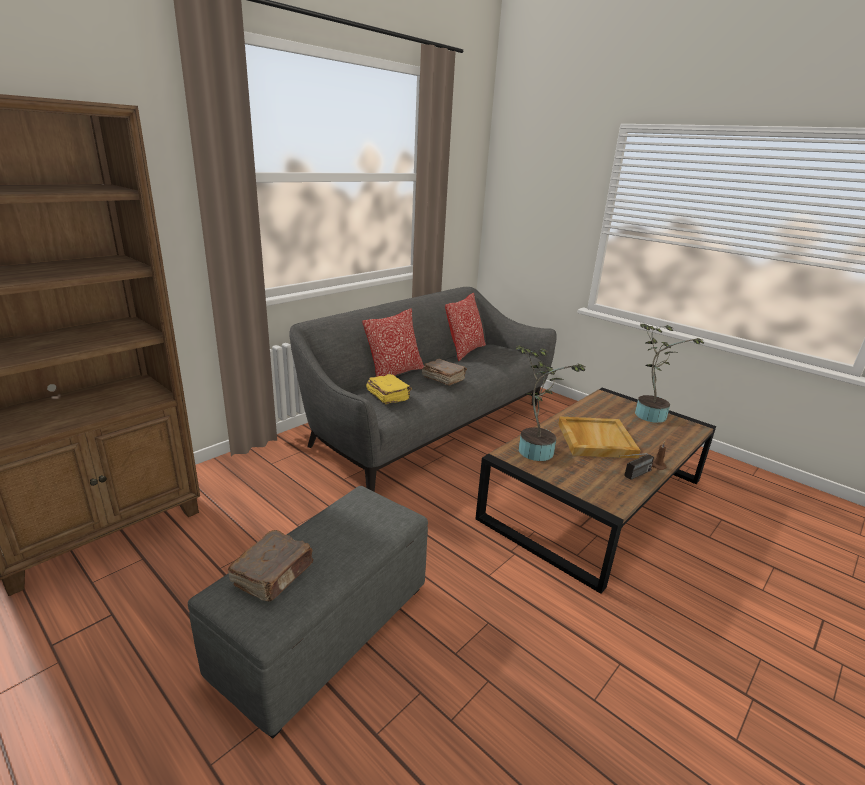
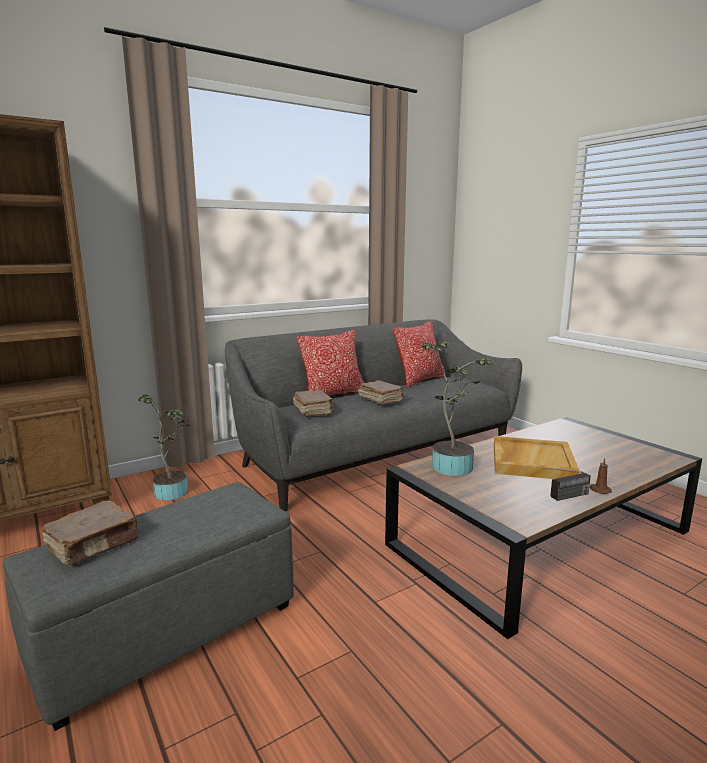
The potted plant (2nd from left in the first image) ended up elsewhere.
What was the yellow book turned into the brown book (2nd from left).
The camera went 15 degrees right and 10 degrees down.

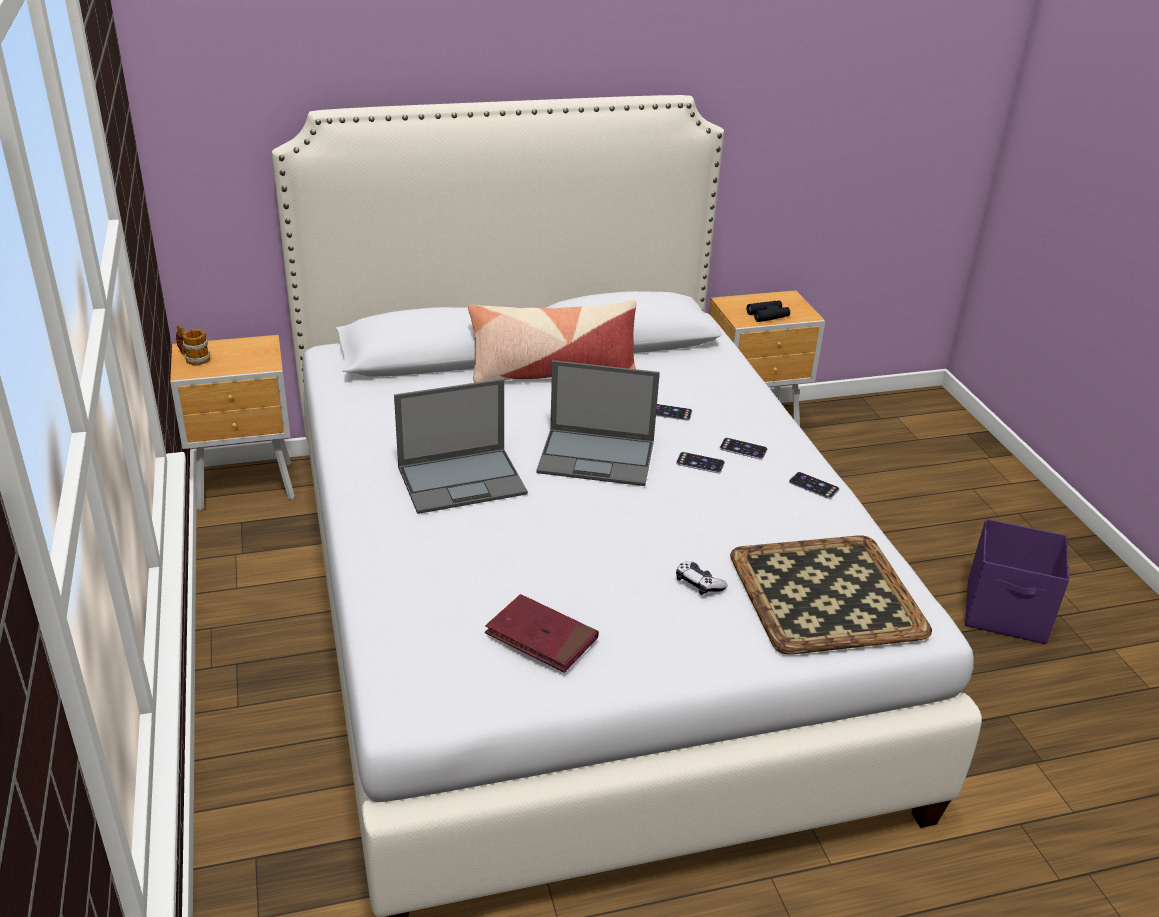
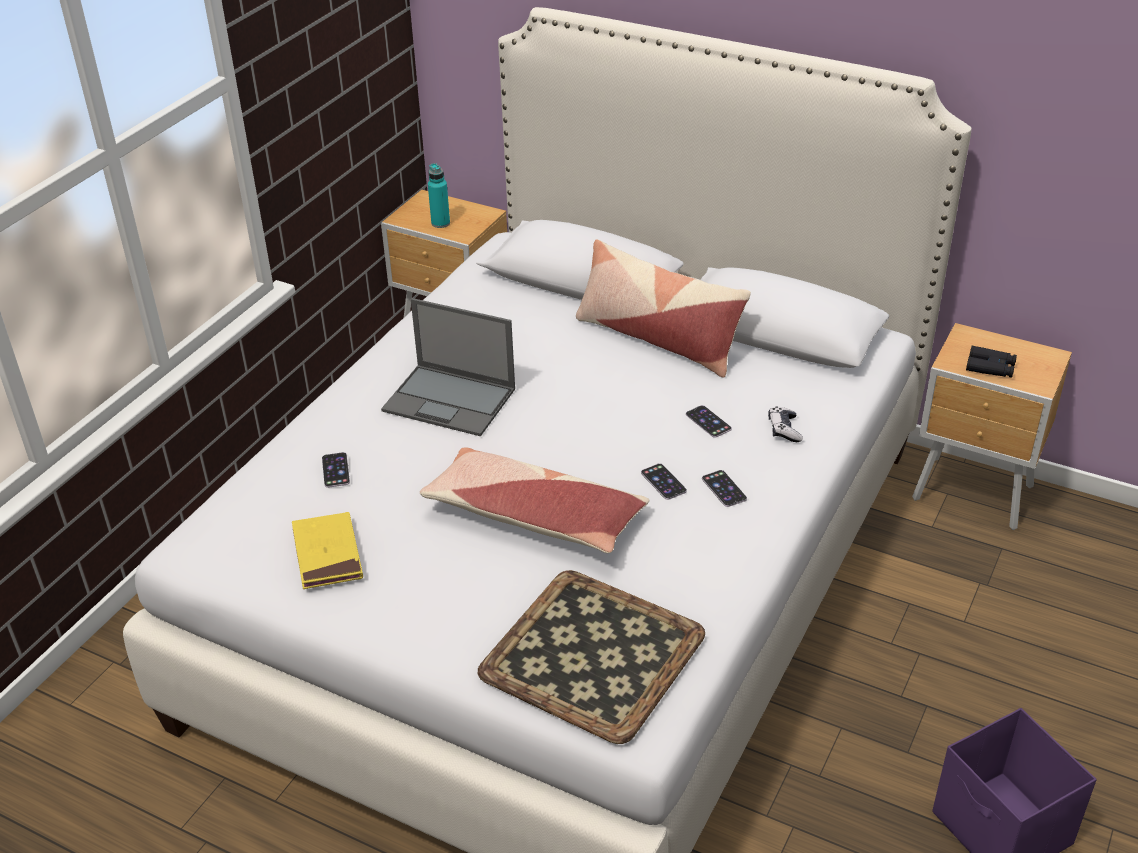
The second view lost the mug.
The second view lost the laptop (2nd from left).
The second view gained the pillow (1st from left).
The second view gained the turquoise bottle.
The game controller ended up elsewhere.
The phone (4th from left in the first image) ended up elsewhere.
What was the red book turned into the yellow book.
The camera went 45 degrees right and 5 degrees up.

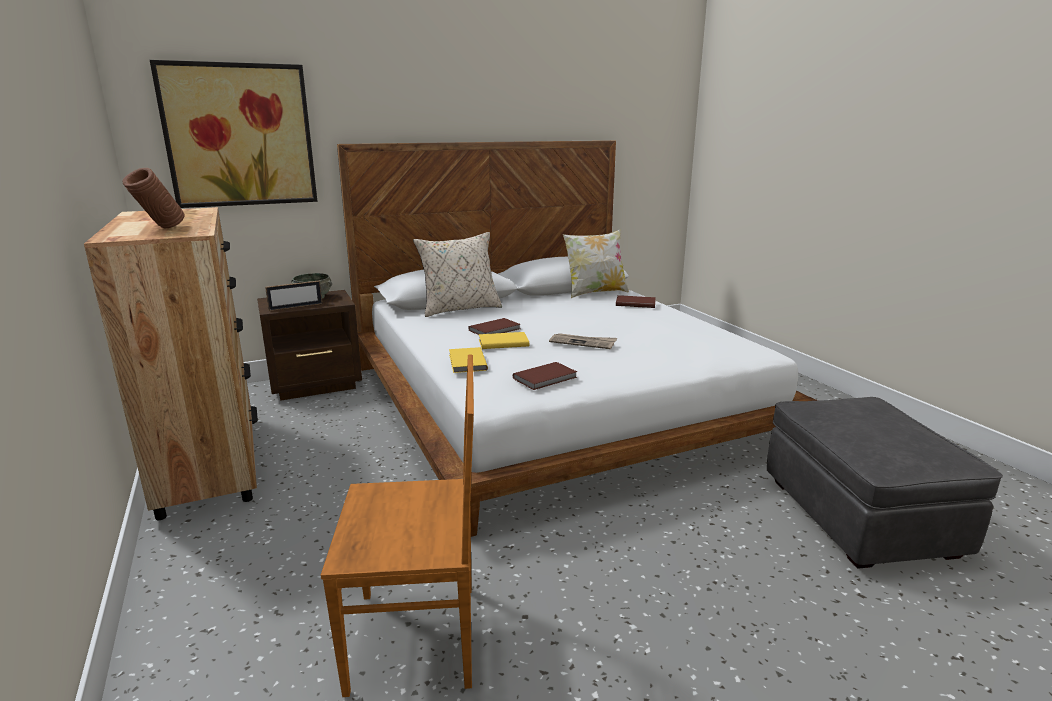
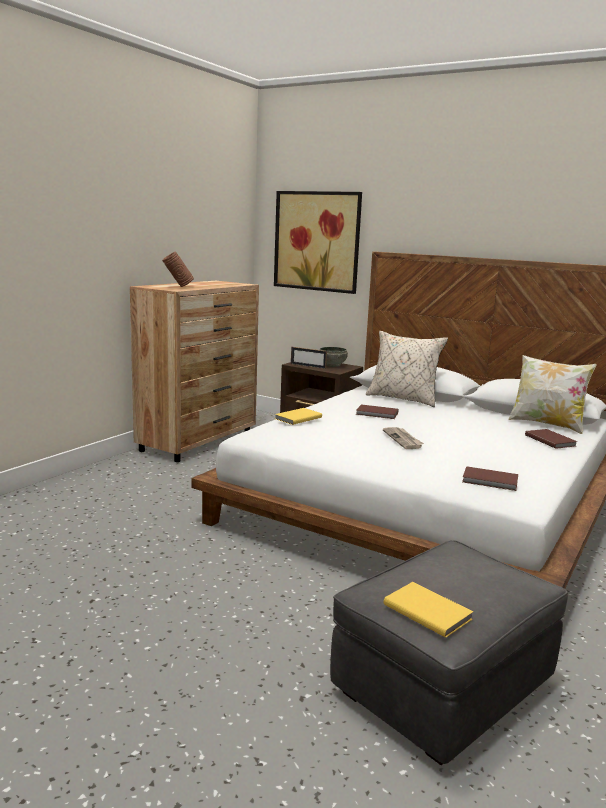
The second view lost the brown chair.
The yellow book (2nd from left) ended up elsewhere.
The brown book (2nd from left) ended up elsewhere.
The camera went 55 degrees right and 5 degrees down.

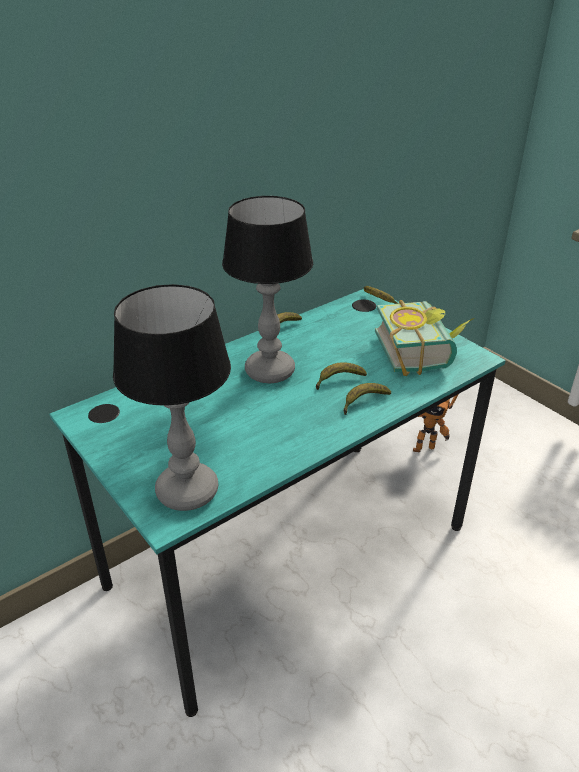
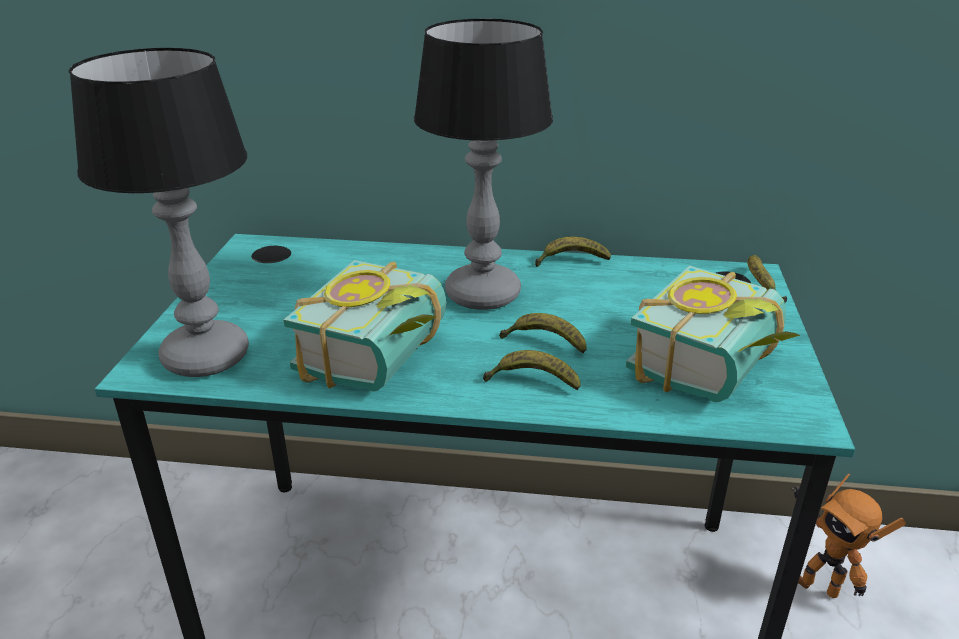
The second view gained the book (1st from left).
The camera went 45 degrees right and 5 degrees down.

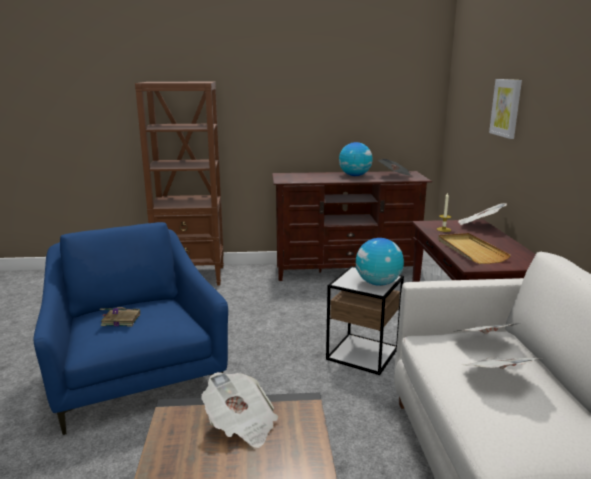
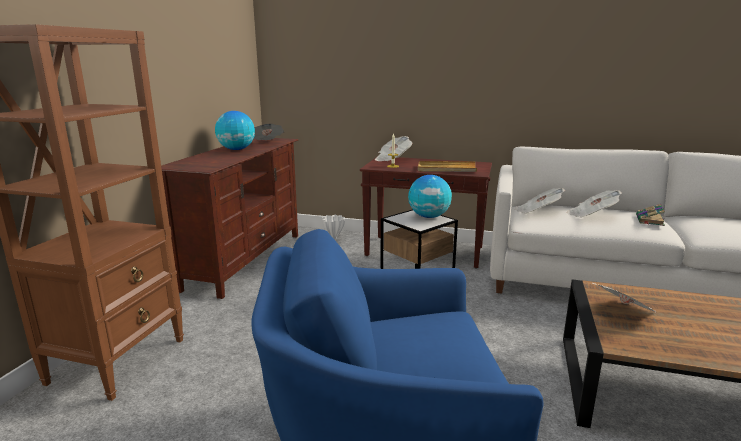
The second view lost the picture.
The book ended up elsewhere.
The camera went 70 degrees left and 0 degrees up.

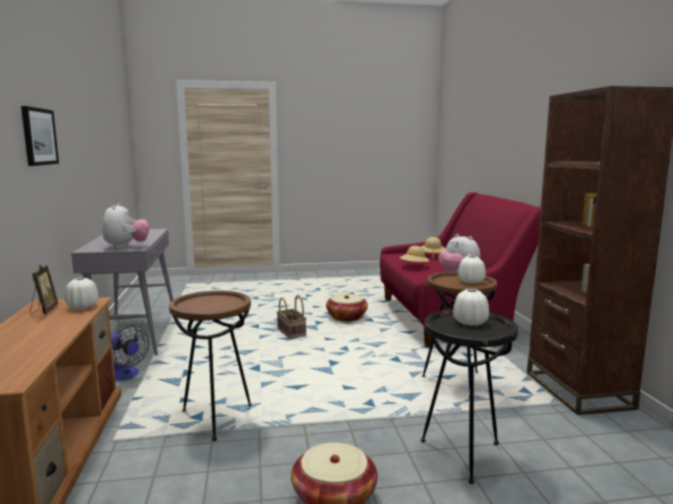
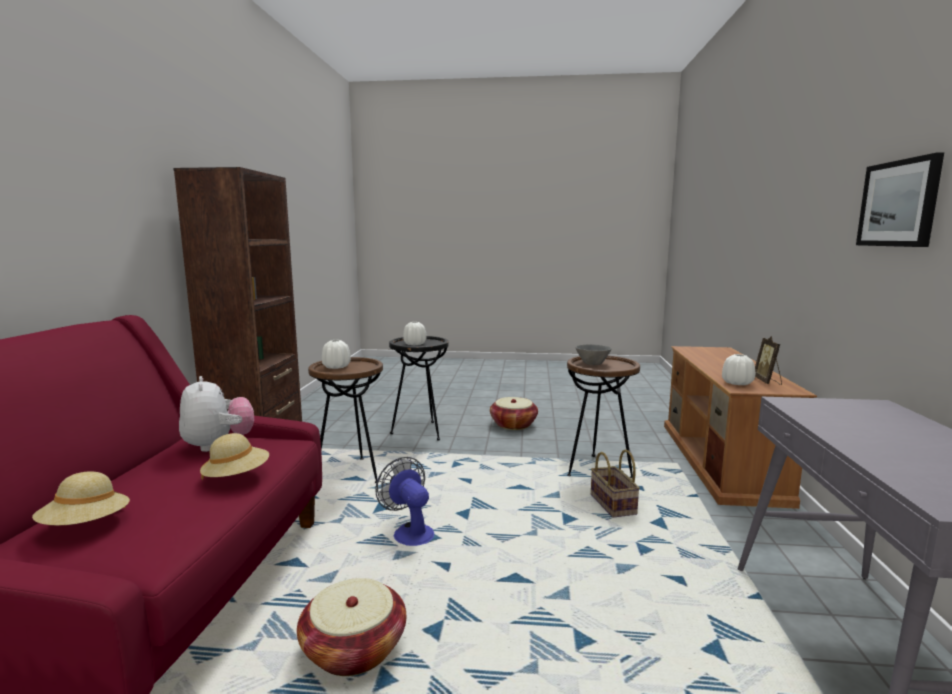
The second view lost the plush toy (1st from left).
The second view gained the grey bowl.
The fan ended up elsewhere.
The basket (1st from left in the first image) ended up elsewhere.
The camera went 165 degrees left and 0 degrees up.

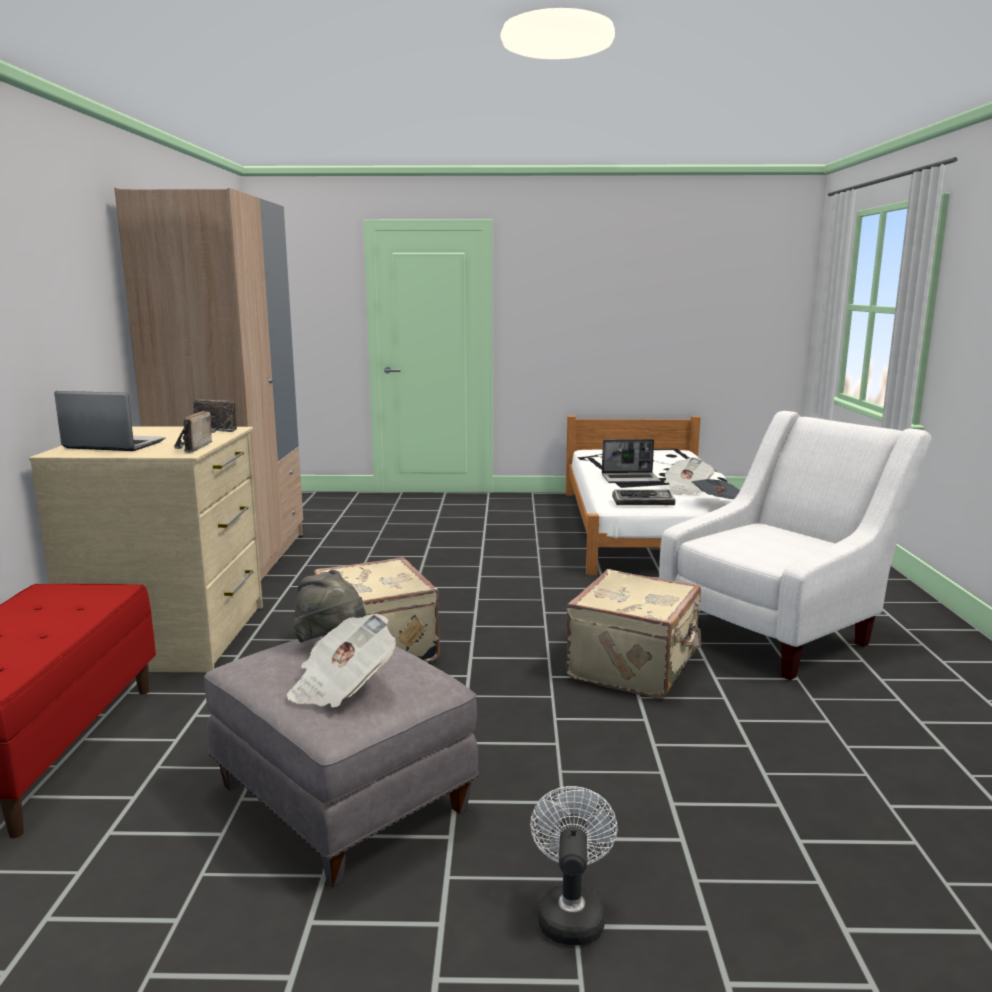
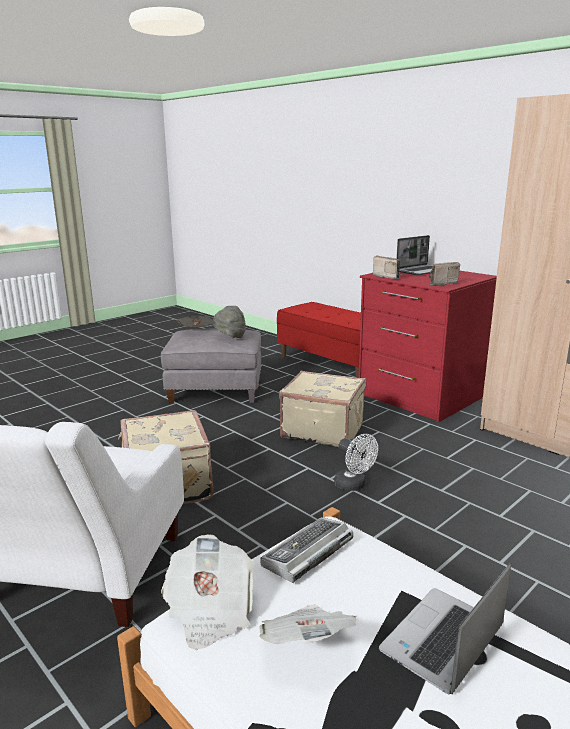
The white fan ended up elsewhere.
What was the beige dresser turned into the red dresser.
The camera went 135 degrees right and 5 degrees up.

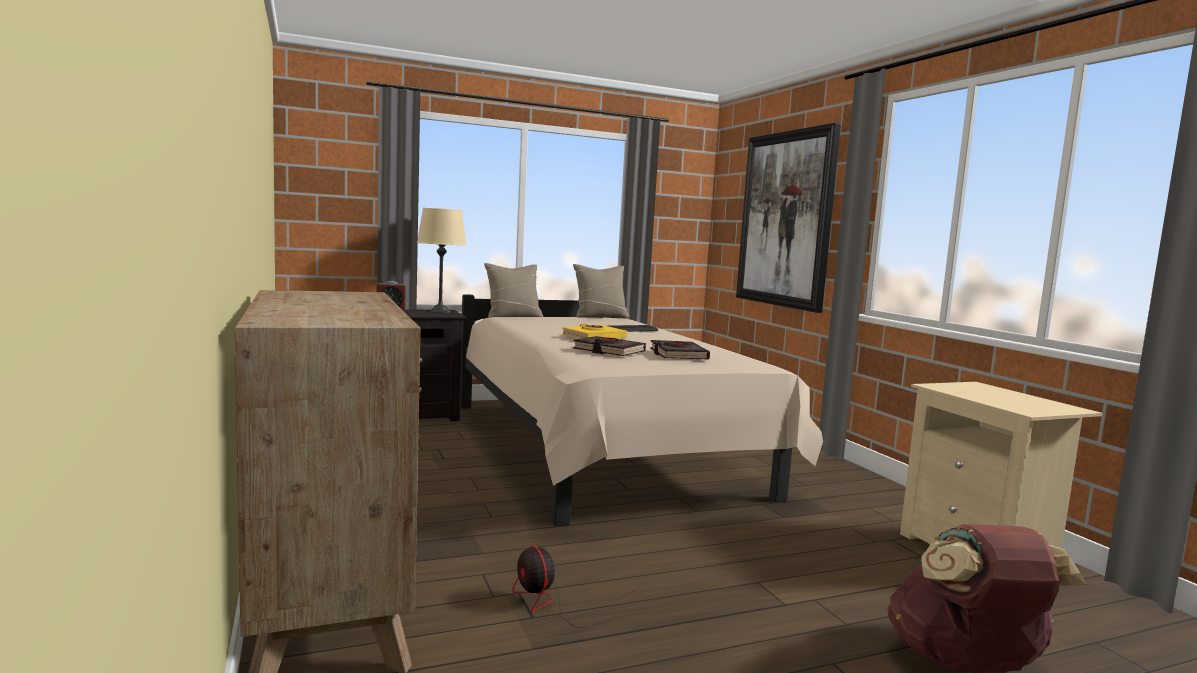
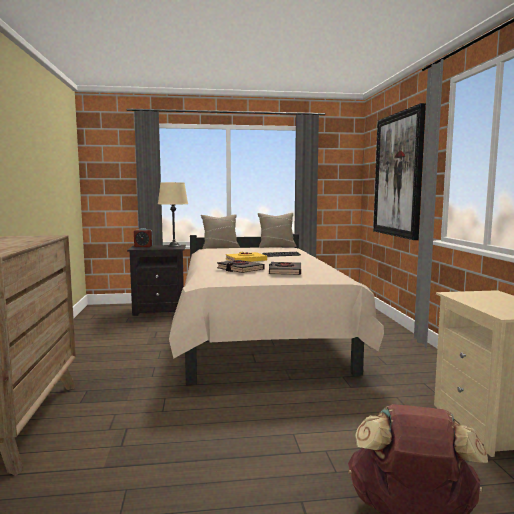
The second view lost the fan.
The camera went 15 degrees right and 0 degrees up.

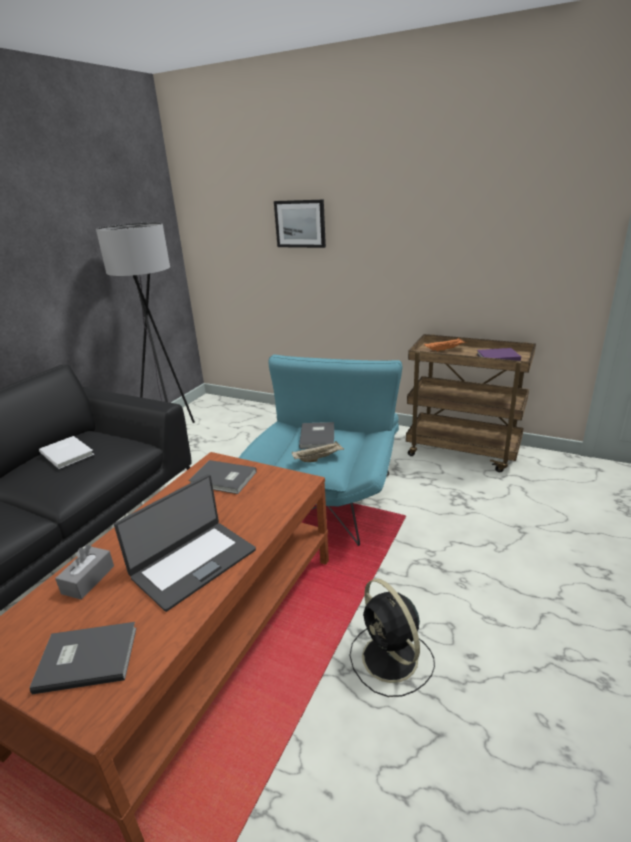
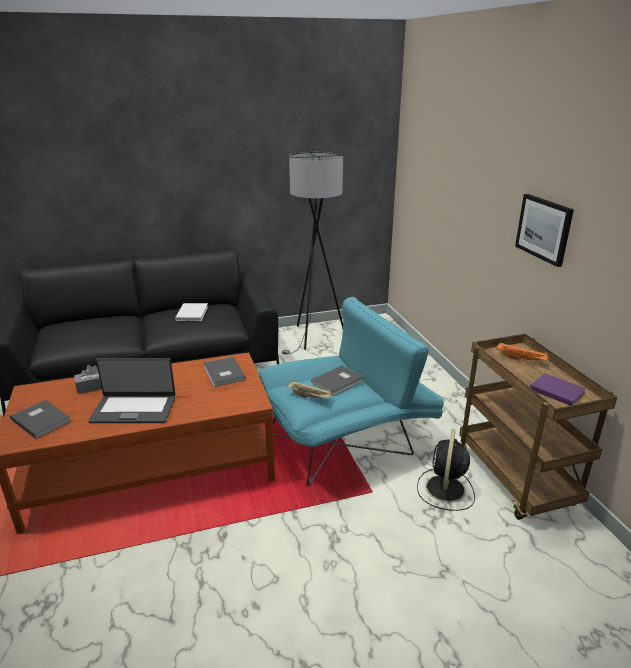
The picture ended up elsewhere.
The black fan ended up elsewhere.
The camera went 45 degrees right and 0 degrees up.

